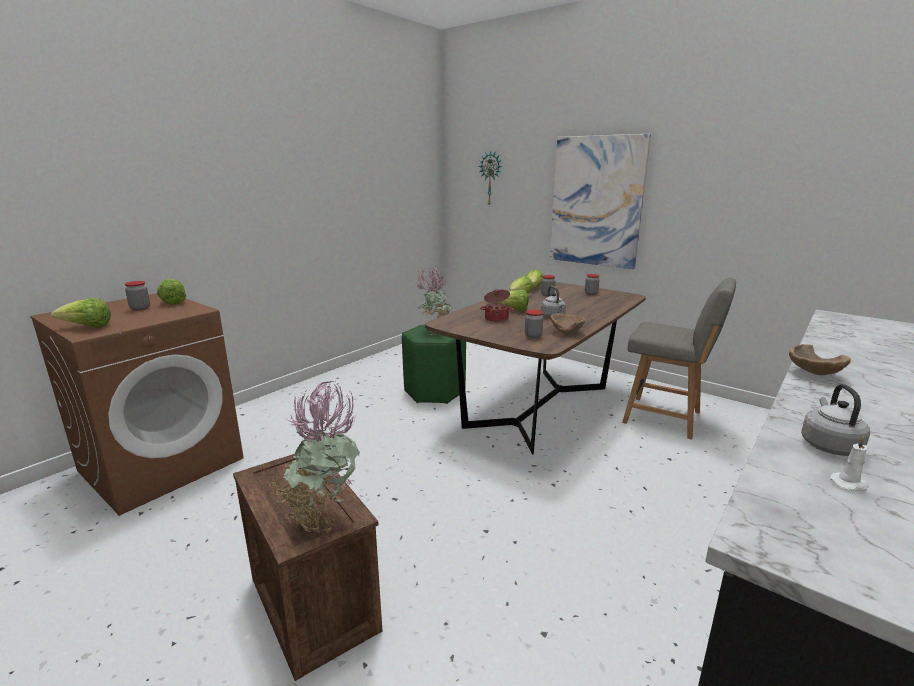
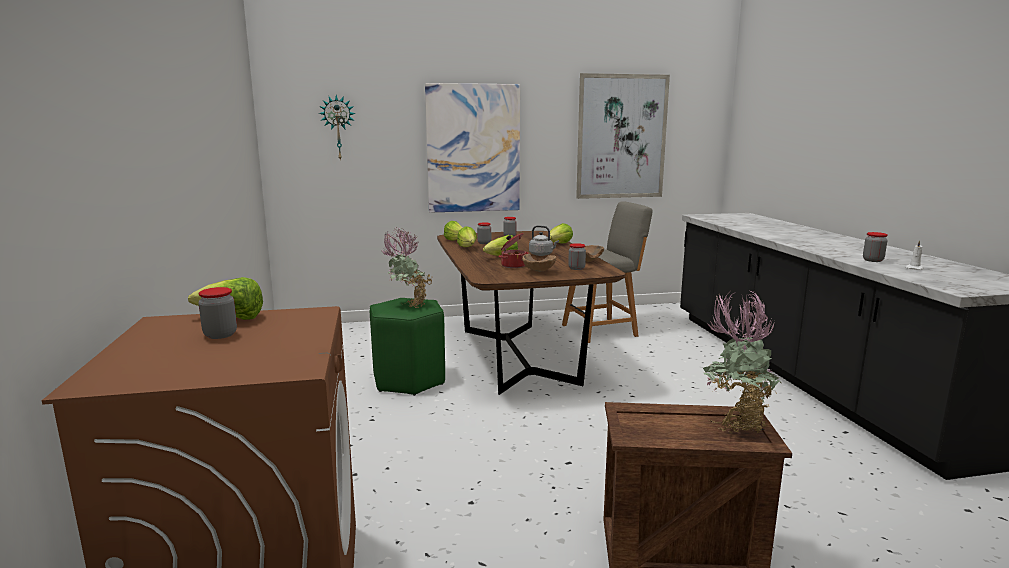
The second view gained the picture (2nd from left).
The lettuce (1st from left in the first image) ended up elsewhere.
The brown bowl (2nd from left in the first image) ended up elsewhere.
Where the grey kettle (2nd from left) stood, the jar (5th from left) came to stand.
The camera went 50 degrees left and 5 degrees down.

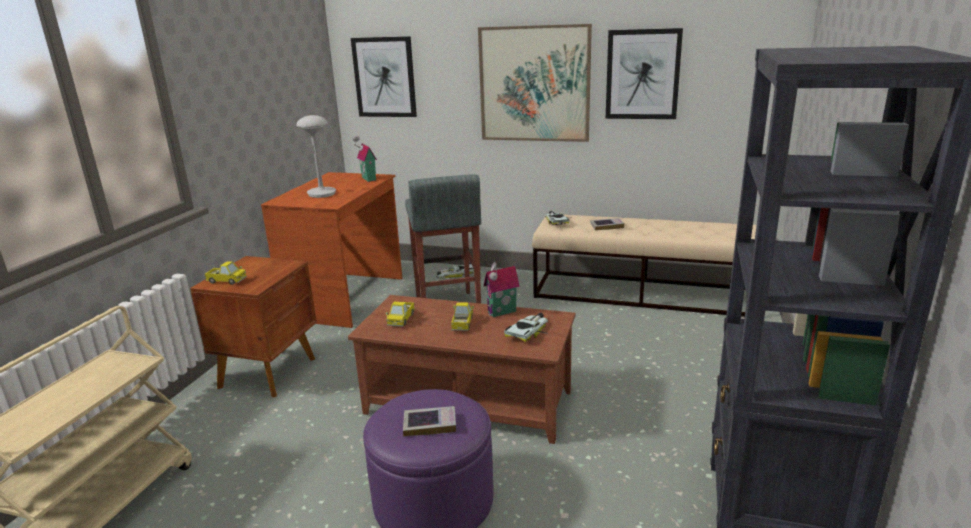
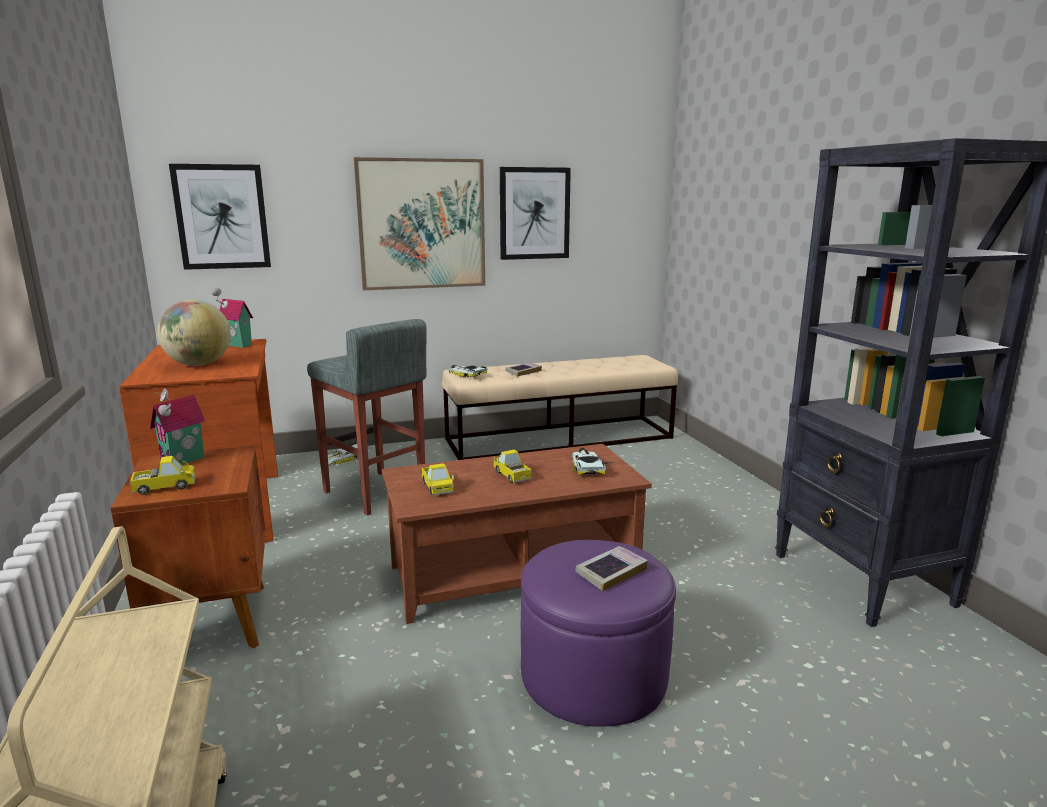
The toy house (2nd from left in the first image) ended up elsewhere.
Where the grey table lamp stood, the globe came to stand.
The camera went 35 degrees left and 5 degrees down.

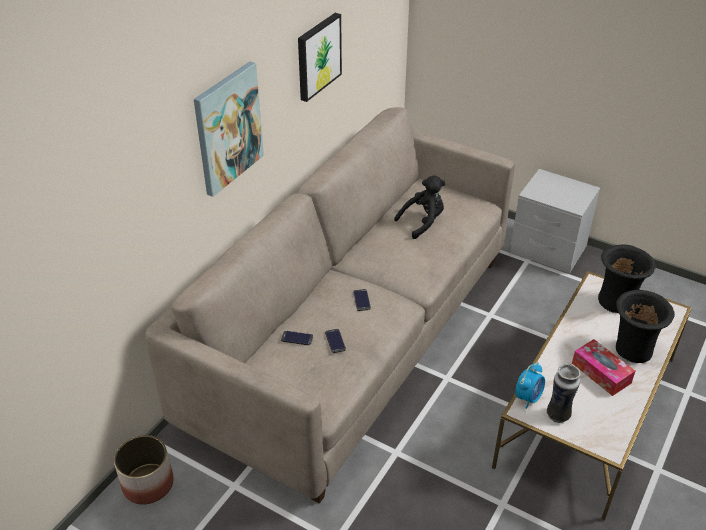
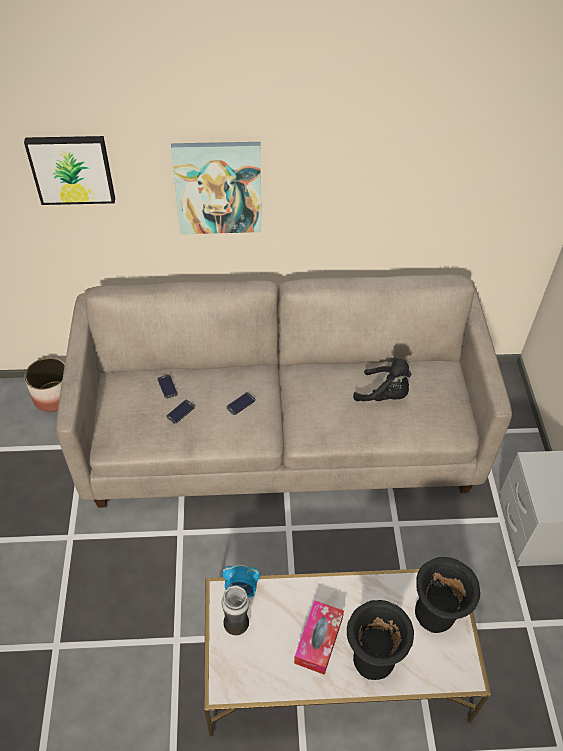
The picture (2nd from left in the first image) ended up elsewhere.
The camera went 55 degrees right and 10 degrees up.

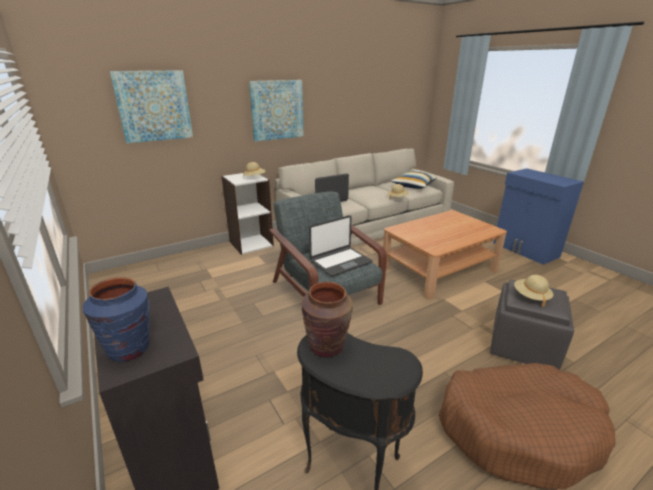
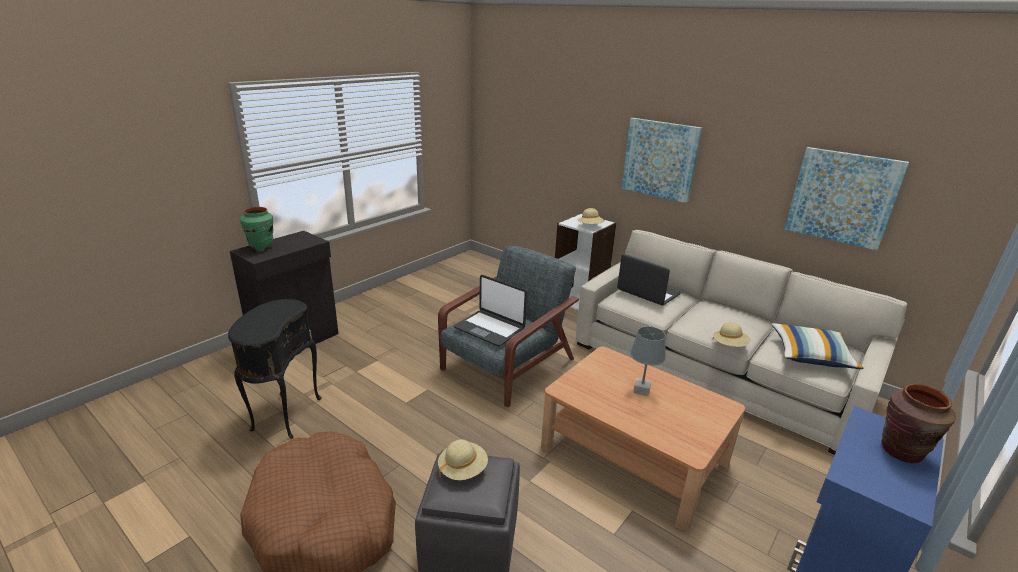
The second view gained the grey table lamp.
The picture (1st from left in the first image) ended up elsewhere.
The brown vase ended up elsewhere.
What was the blue vase turned into the green vase.
The camera went 70 degrees right and 0 degrees up.

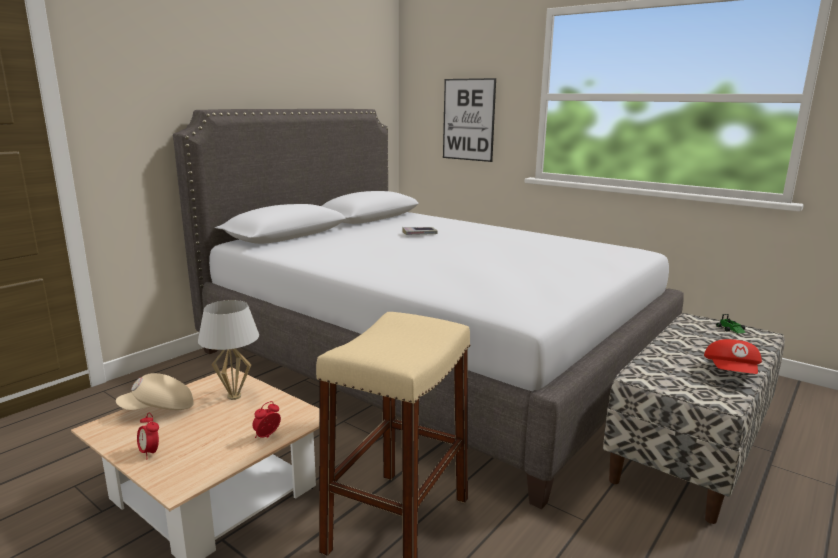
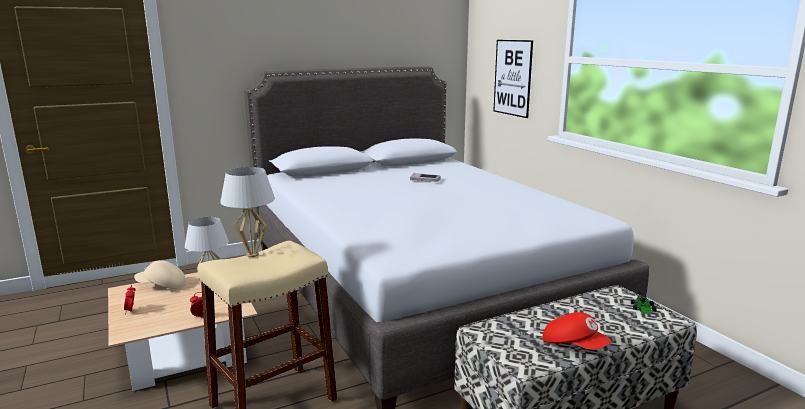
The second view gained the white table lamp (2nd from left).
The red cap ended up facing another way, 90 degrees counterclockwise from before.
The camera went 25 degrees right and 0 degrees up.

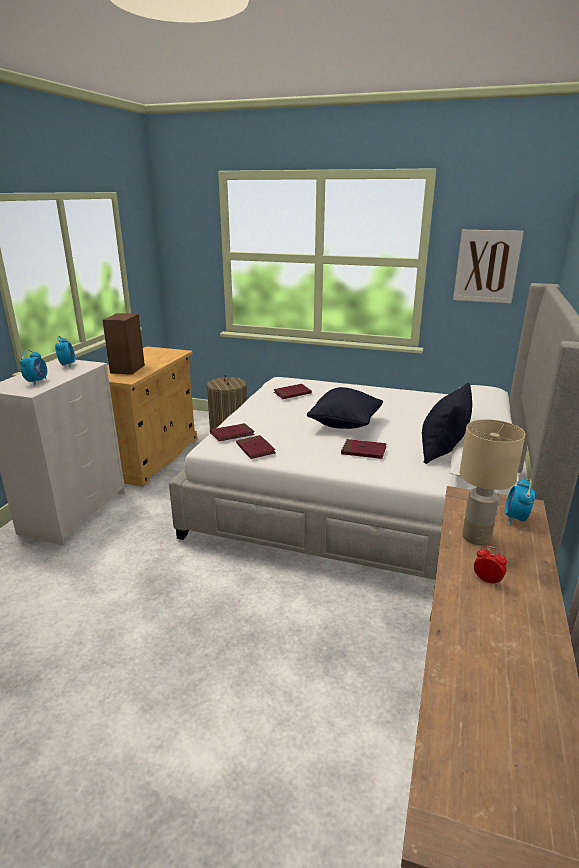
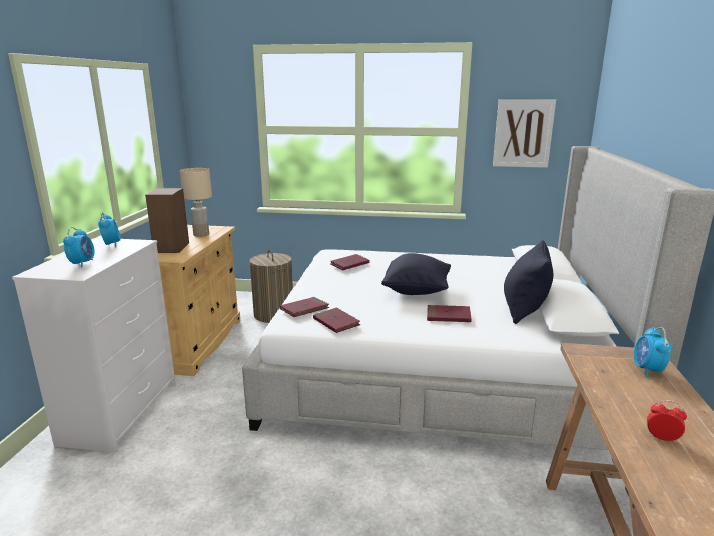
The beige table lamp ended up elsewhere.
The camera went 10 degrees left and 5 degrees down.

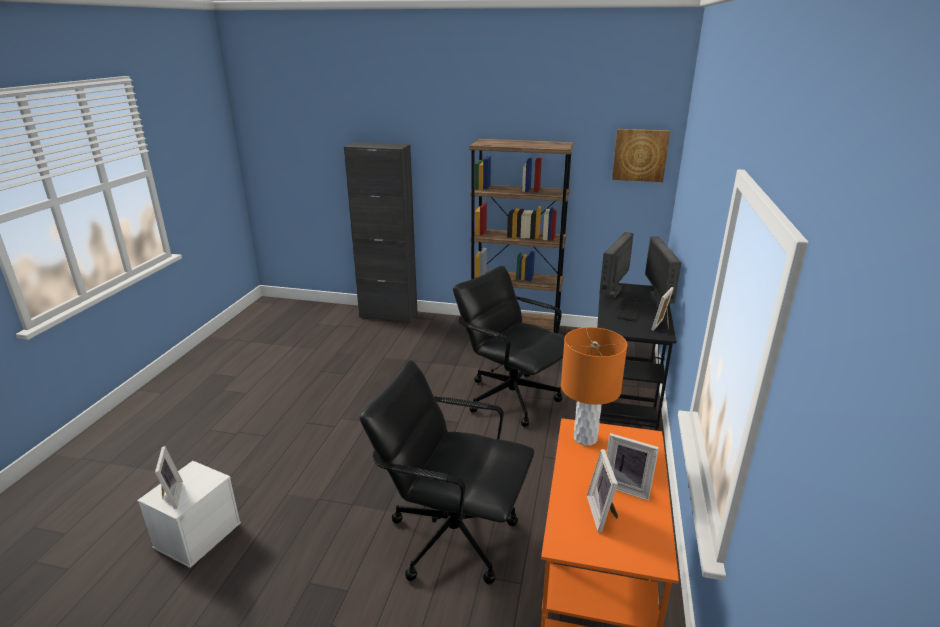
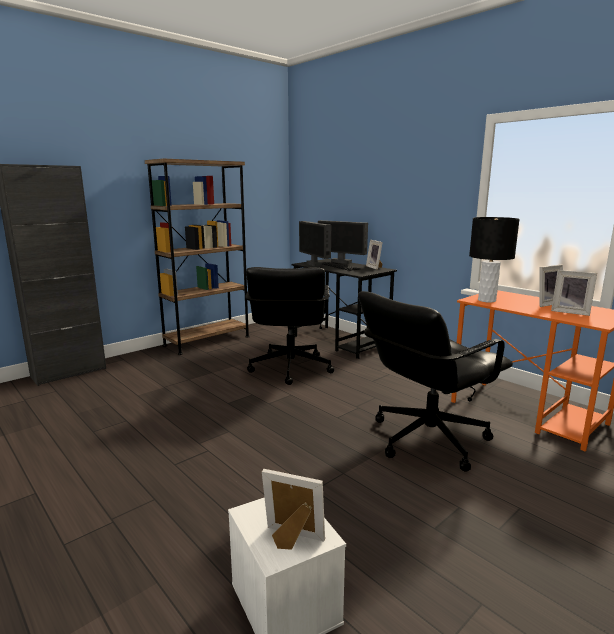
The second view lost the picture.
What was the orange table lamp turned into the black table lamp.
The black office chair (2nd from left in the first image) ended up facing another way, 75 degrees counterclockwise from before.
The camera went 55 degrees left and 10 degrees down.

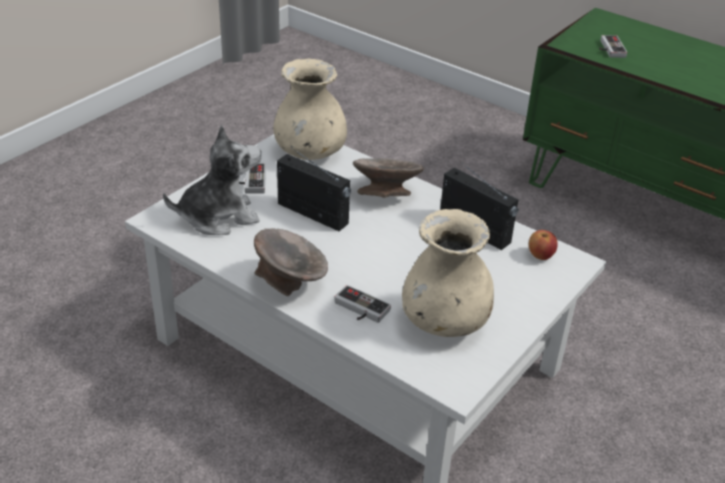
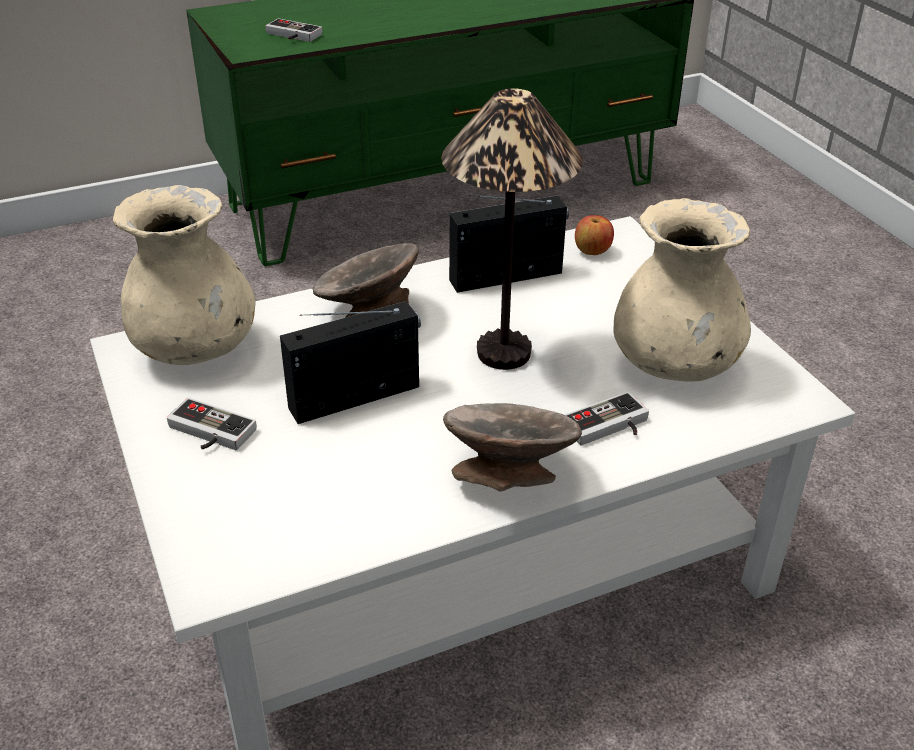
The second view lost the plush toy.
The second view gained the table lamp.
The camera went 60 degrees left and 0 degrees up.

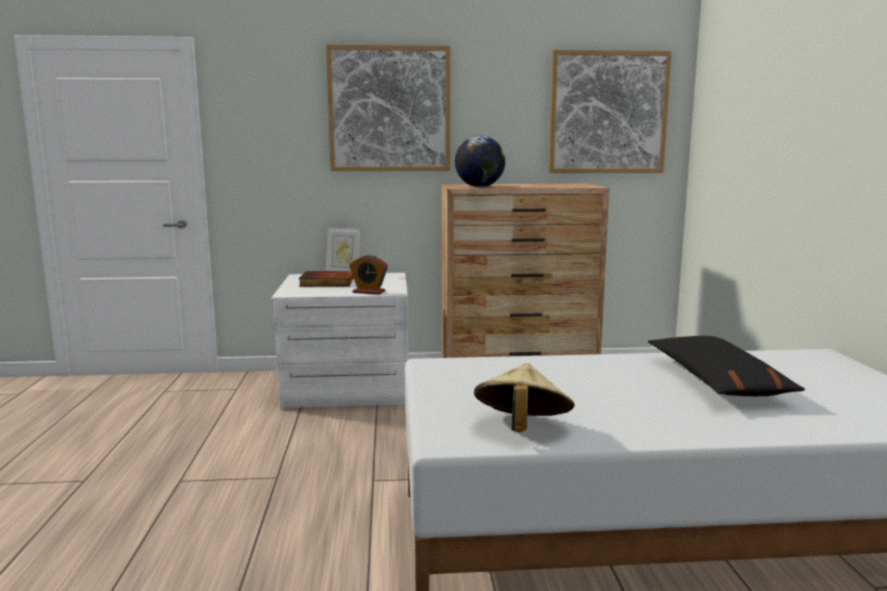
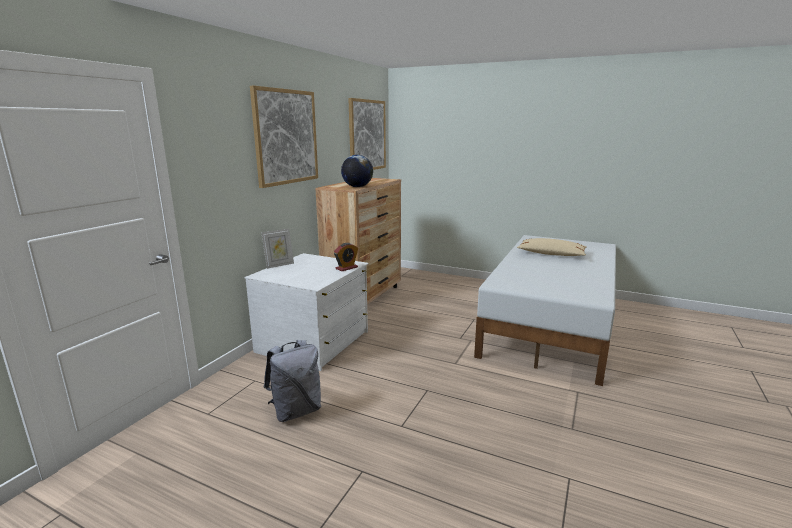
The second view lost the book.
The second view lost the beige hat.
The second view gained the grey backpack.
What was the black pillow turned into the beige pillow.
The camera went 60 degrees left and 5 degrees up.

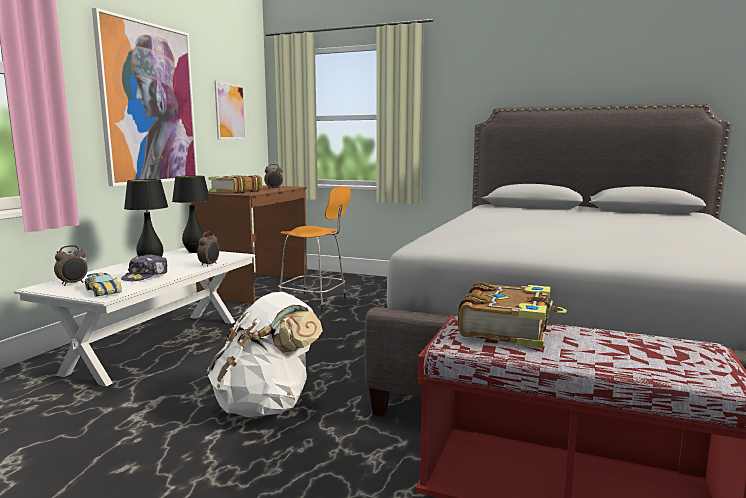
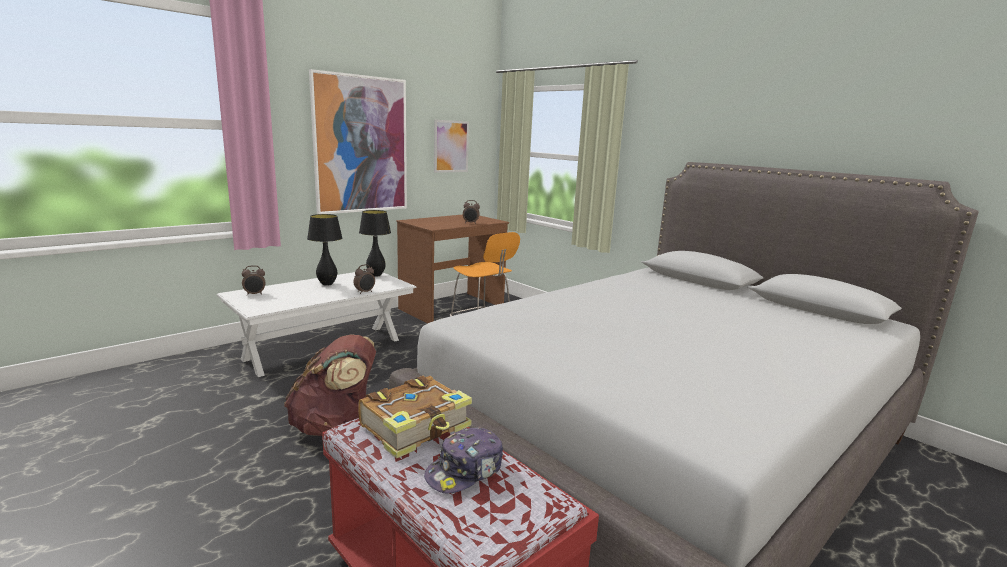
The second view lost the toy car.
The second view lost the book (1st from left).
The cap ended up elsewhere.
What was the white backpack turned into the brown backpack.
The camera went 25 degrees right and 5 degrees up.

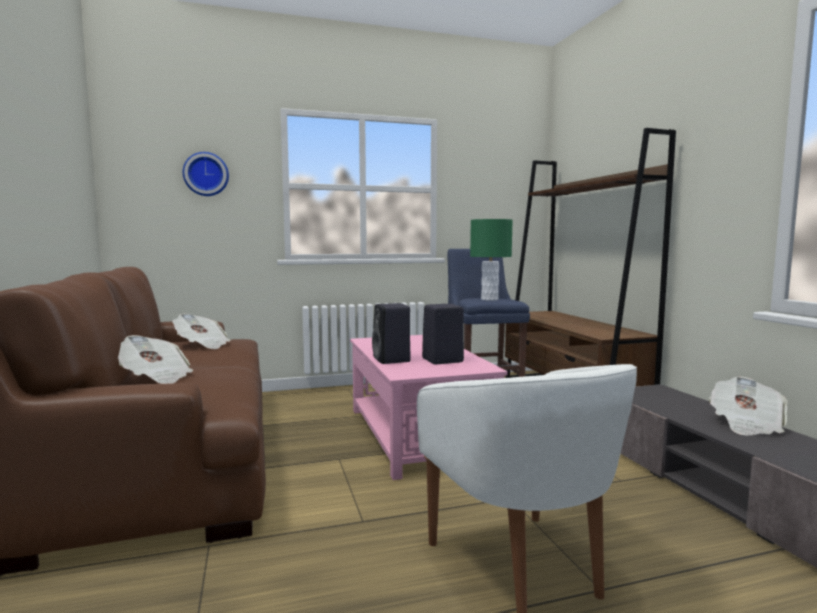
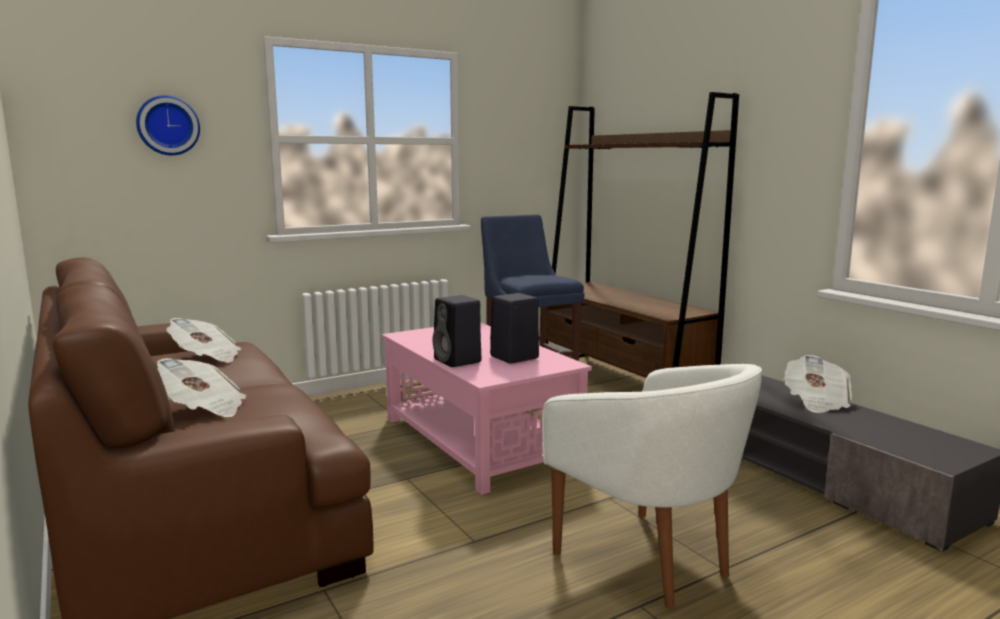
The second view lost the green table lamp.
The camera went 15 degrees left and 5 degrees up.

